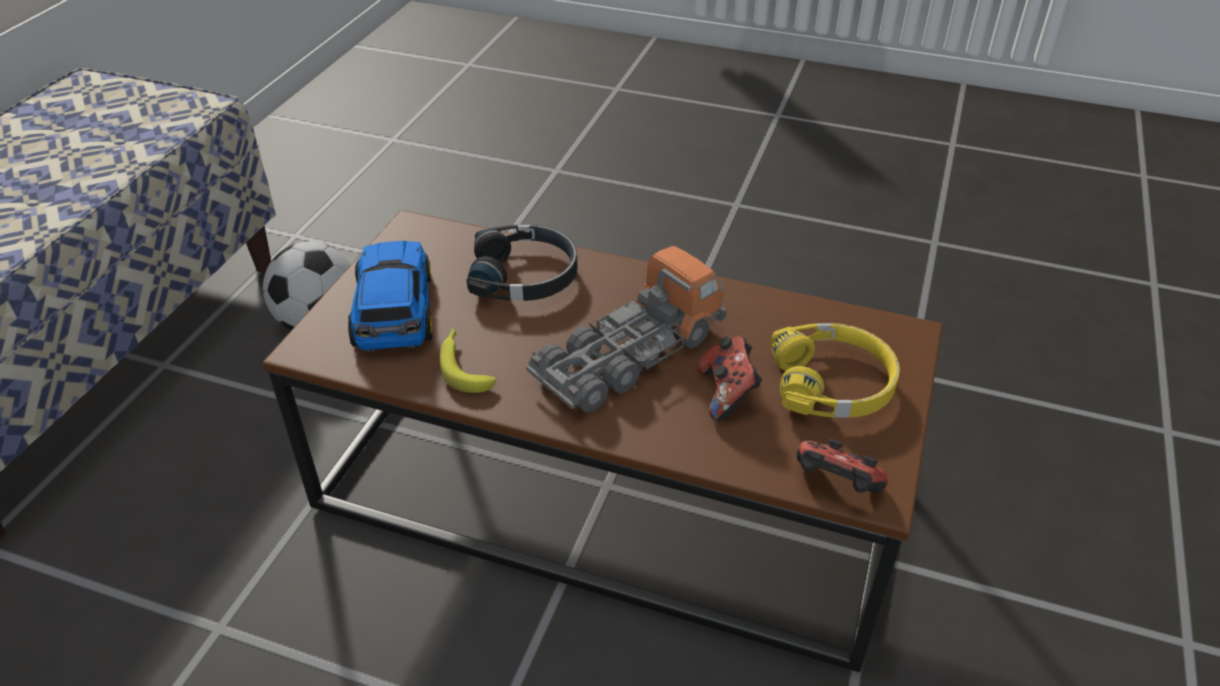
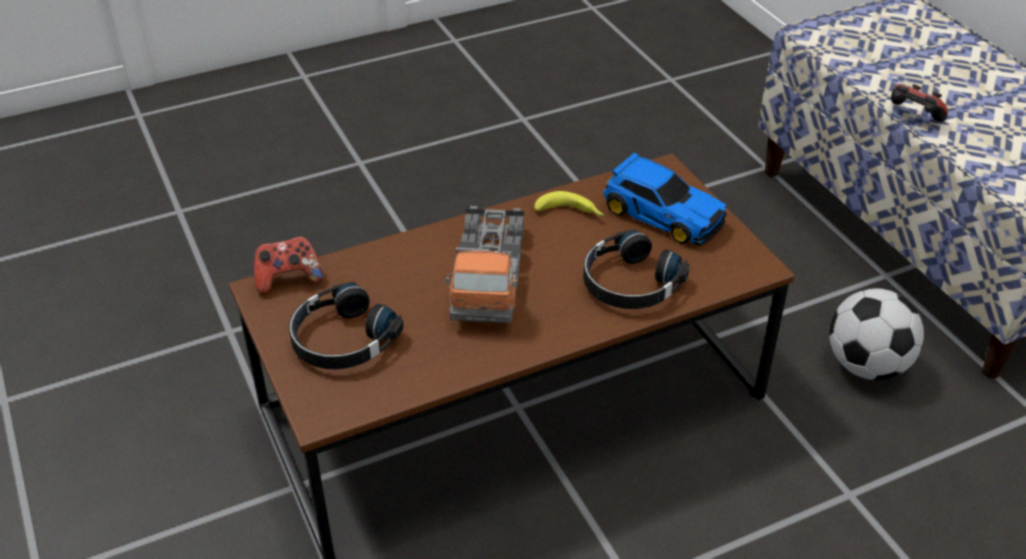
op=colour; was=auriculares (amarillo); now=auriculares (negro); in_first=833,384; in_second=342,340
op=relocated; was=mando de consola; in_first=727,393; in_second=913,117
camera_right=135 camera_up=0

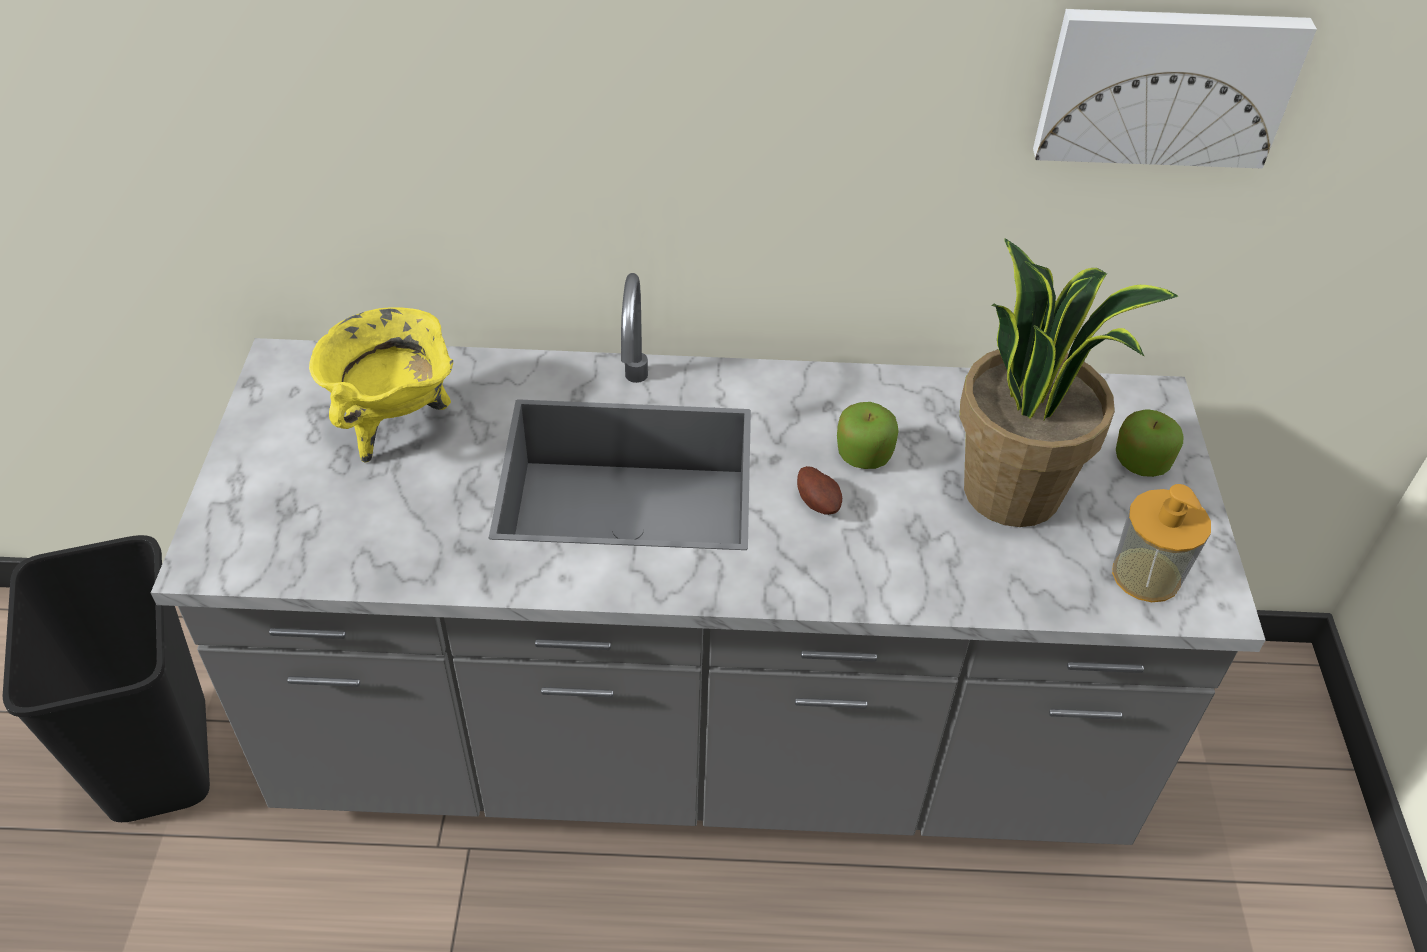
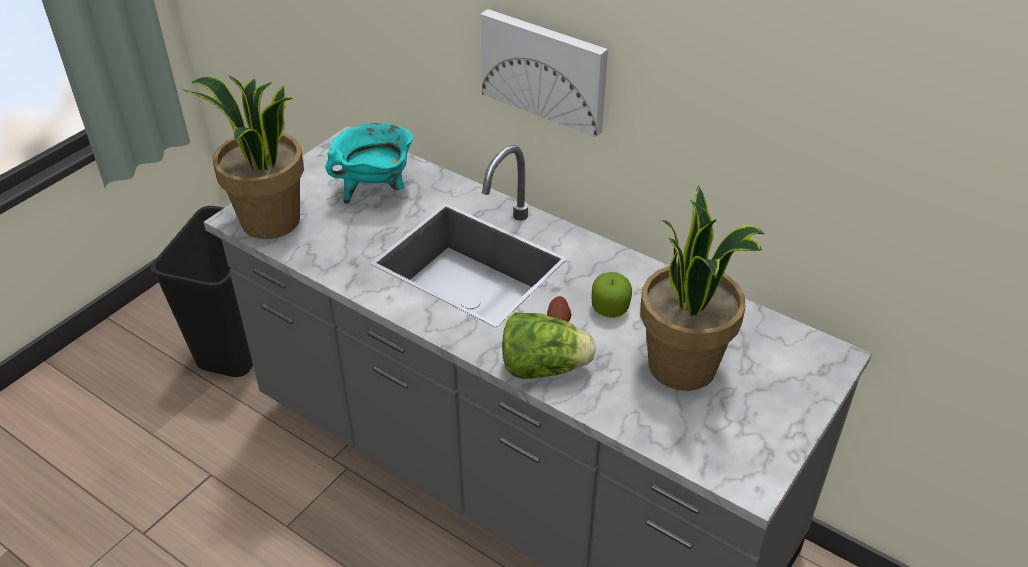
op=appeared; now=planta en maceta; in_second=270,222
op=colour; was=olla (amarillo); now=olla (turquesa); in_first=395,422; in_second=376,190
op=relocated; was=cuadro; in_first=1165,85; in_second=545,70
op=appeared; now=lechuga; in_second=543,367
op=missing; was=dispensador de jabón; in_first=1146,575
op=missing; was=manzana; in_first=1141,461
camera_right=35 camera_up=-5

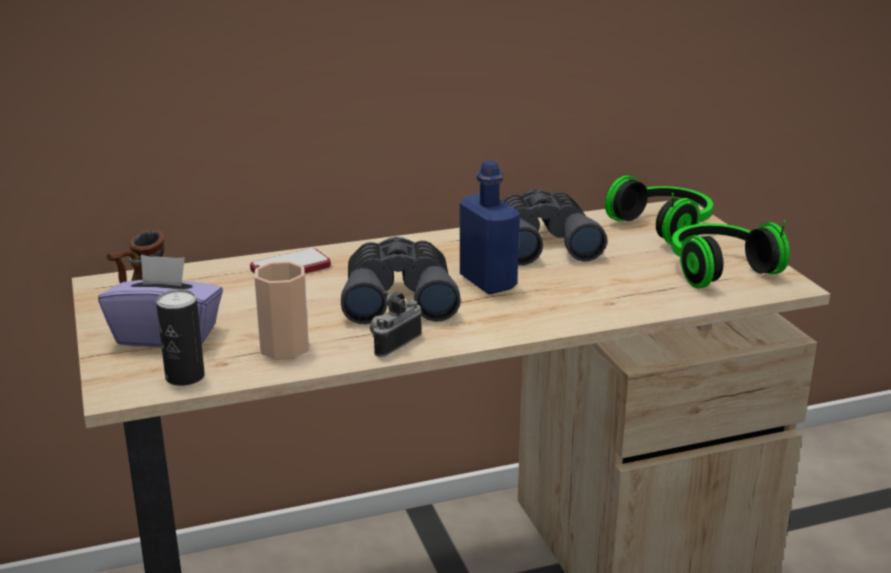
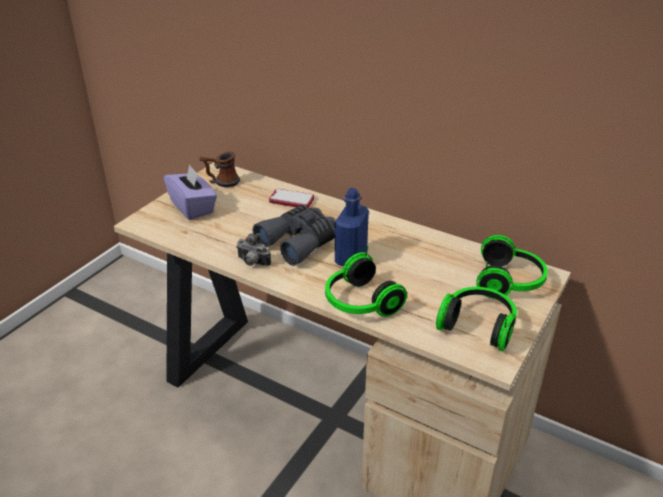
op=spun; was=cámara; in_first=392,343; in_second=252,263; clockwise=-150
op=appeared; now=auriculares; in_second=359,303
op=missing; was=lata; in_first=185,377
op=missing; was=taza; in_first=284,348
op=missing; was=prismáticos (gris); in_first=542,243
camera_right=50 camera_up=10

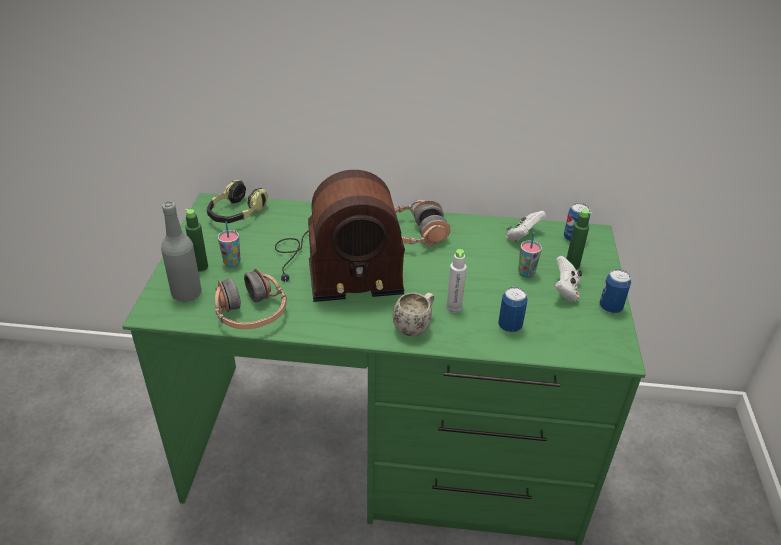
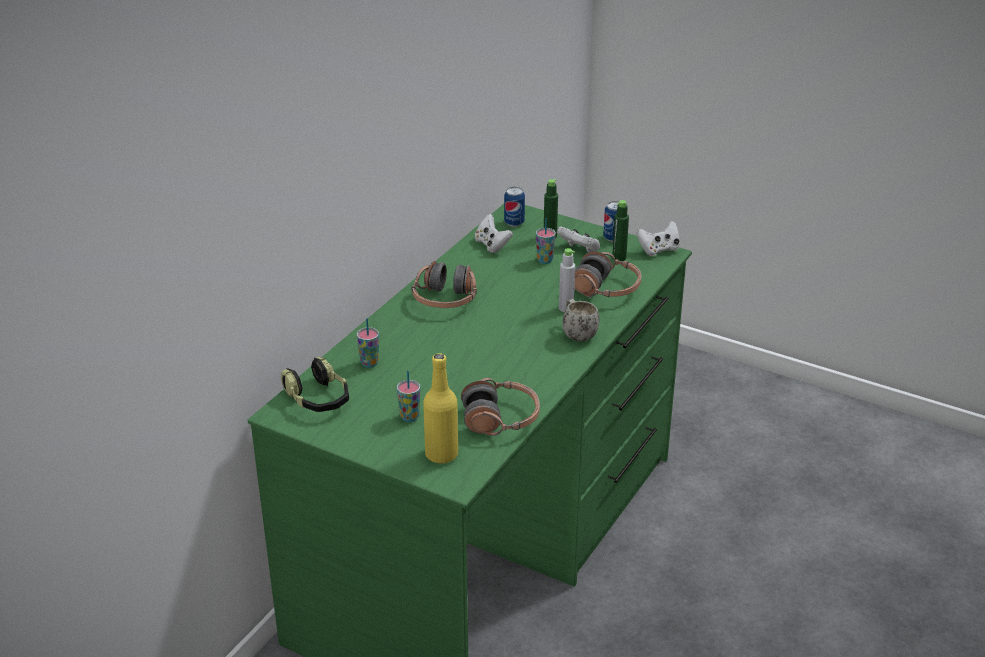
op=appeared; now=taza; in_second=369,363
op=colour; was=botella (gris); now=botella (amarillo); in_first=186,293; in_second=441,454
op=exchanged; was=lata; now=auriculares; in_first=509,326; in_second=606,289
op=relocated; was=botella (verde); in_first=200,267; in_second=619,258
op=appeared; now=mando de consola (blanco); in_second=658,250
op=missing; was=radio; in_first=337,267
camera_right=-65 camera_up=-5

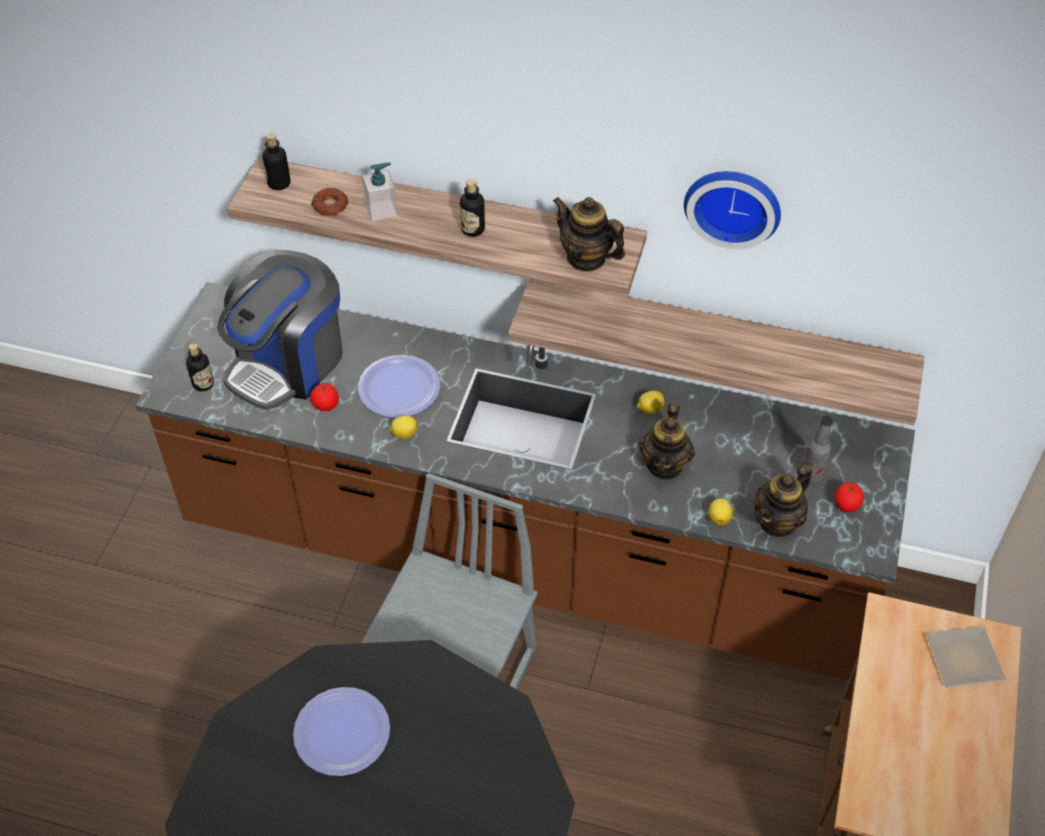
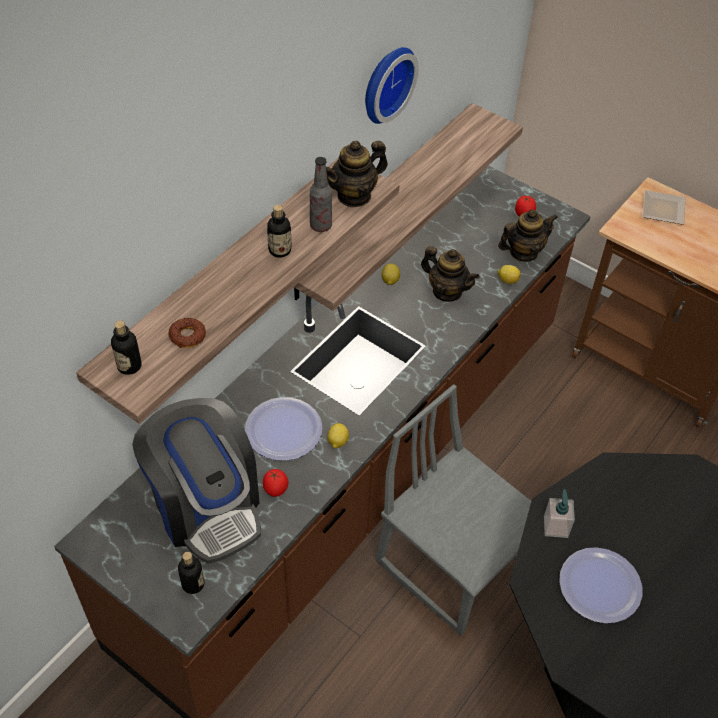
op=relocated; was=botella; in_first=811,476; in_second=321,226
op=spun; was=tetera; in_first=778,522; in_second=523,252; clockwise=-90
op=relocated; was=dispensador de jabón; in_first=381,210; in_second=555,526
camera_right=-70 camera_up=0

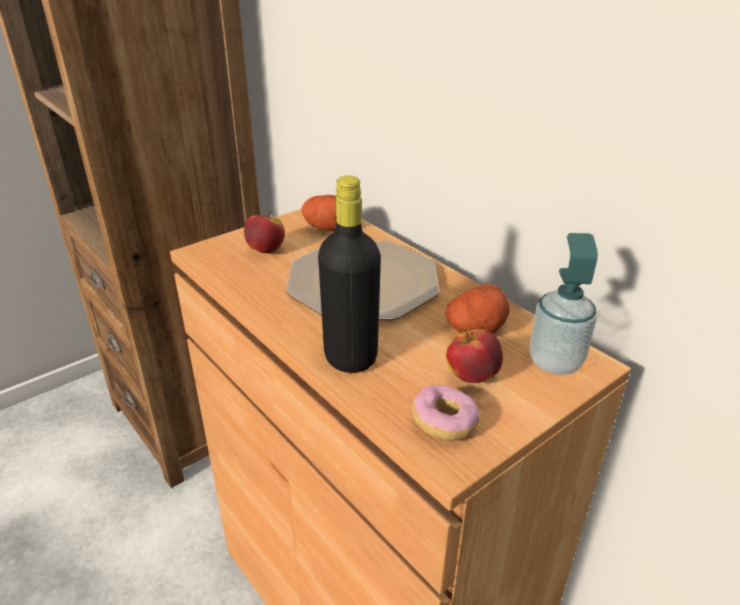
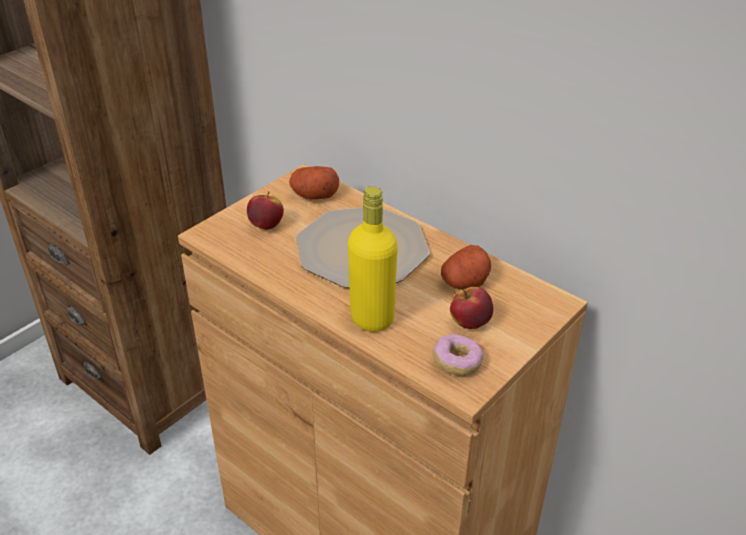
op=colour; was=botella (negro); now=botella (amarillo); in_first=350,357; in_second=372,318
op=missing; was=dispensador de jabón; in_first=555,362
camera_right=-10 camera_up=5

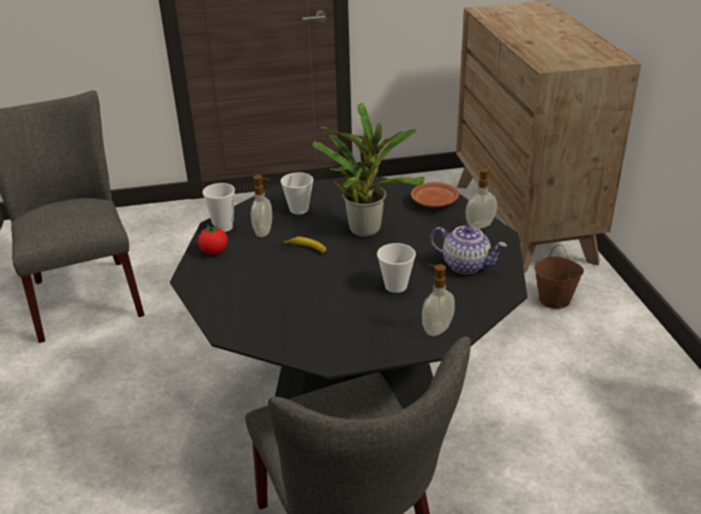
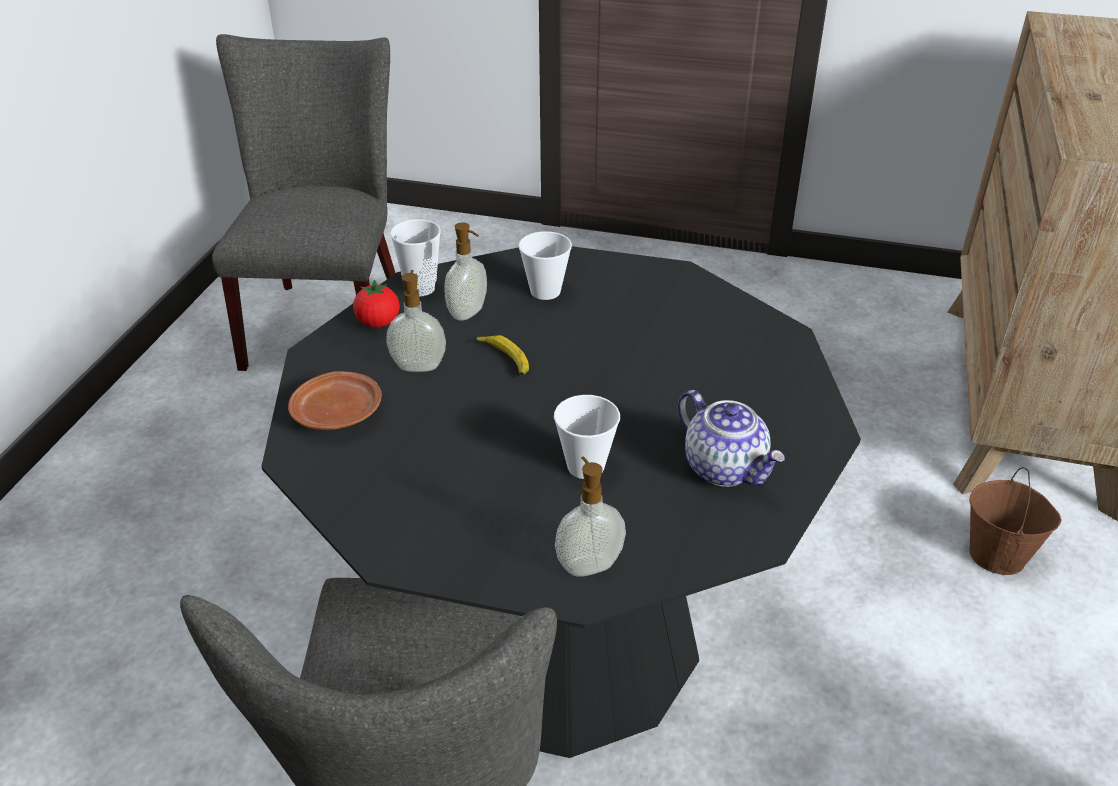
op=relocated; was=plato (marrón); in_first=434,202; in_second=338,413
op=relocated; was=dispensador de jabón; in_first=479,225; in_second=419,365
op=missing; was=planta en maceta; in_first=365,228
camera_right=25 camera_up=5

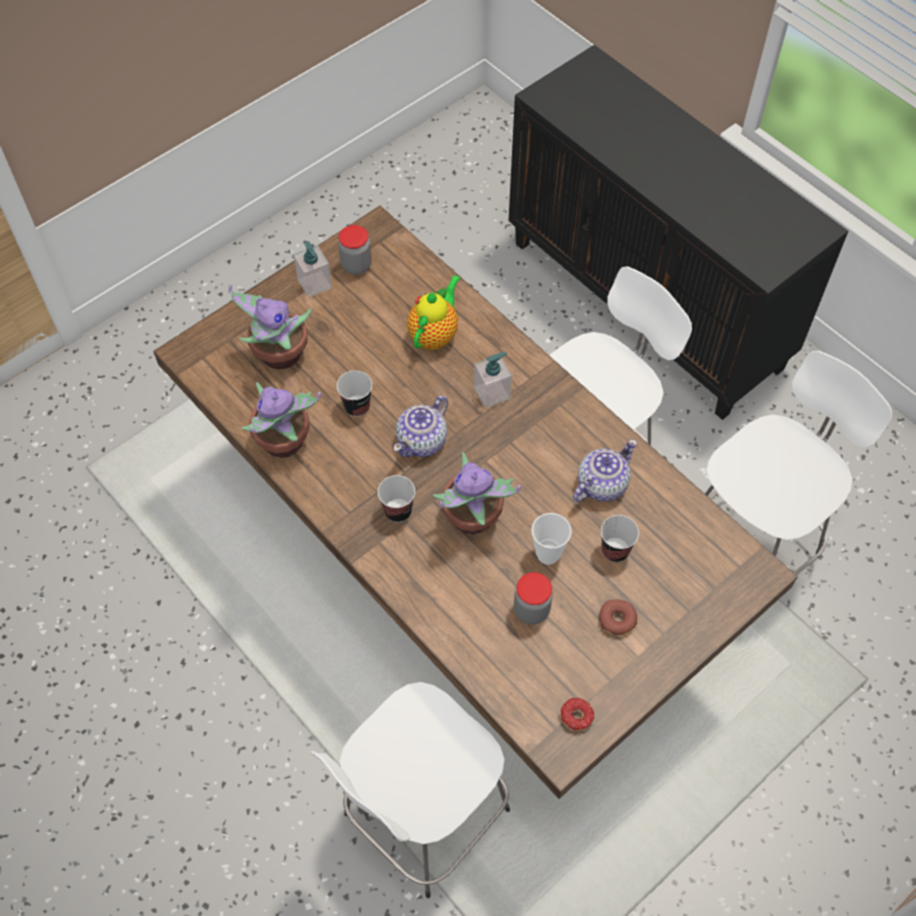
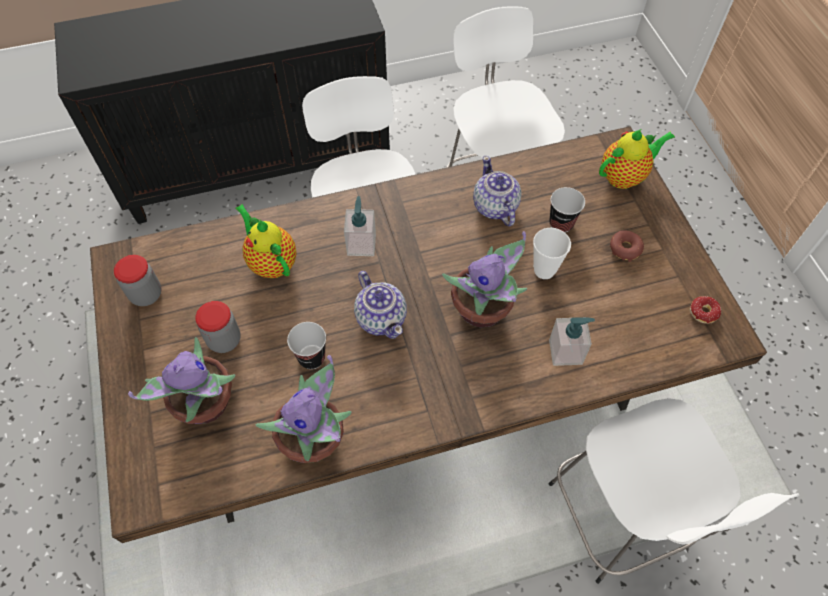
op=relocated; was=tarro; in_first=531,610; in_second=224,340
op=relocated; was=dispensador de jabón; in_first=314,284; in_second=565,352
op=appeared; now=tetera; in_second=624,176
op=missing; was=taza; in_first=398,511
camera_right=-65 camera_up=0

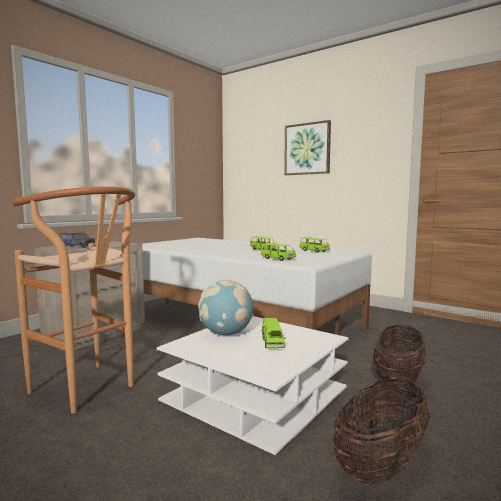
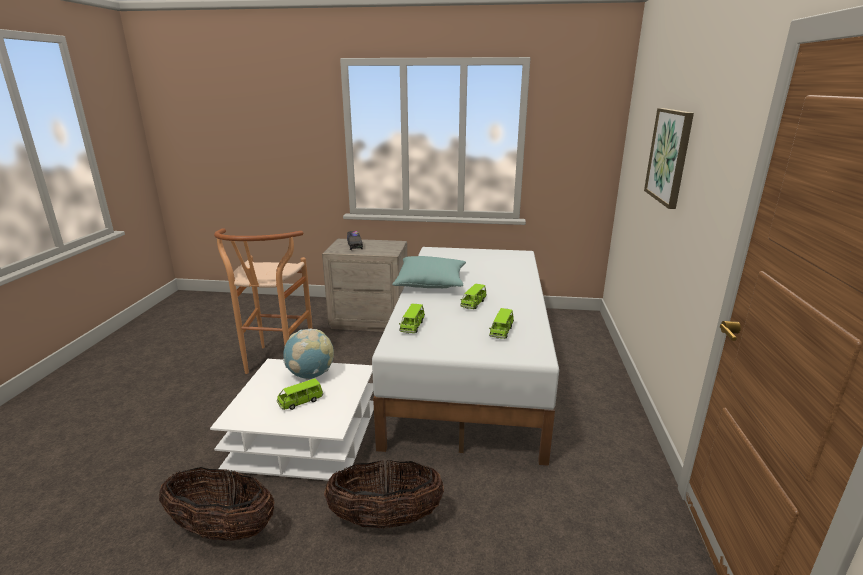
op=appeared; now=cojín (turquesa); in_second=431,283
camera_right=60 camera_up=15

